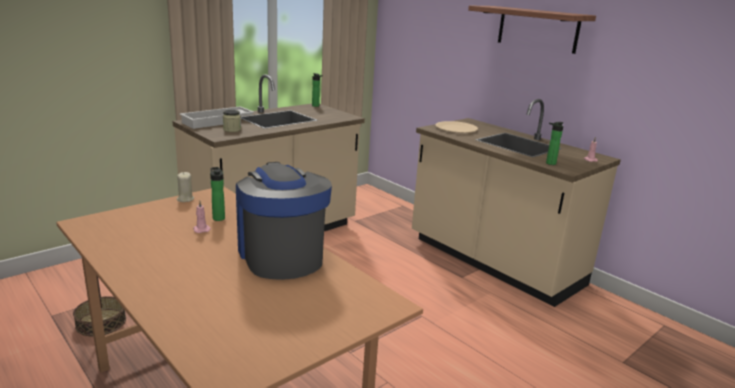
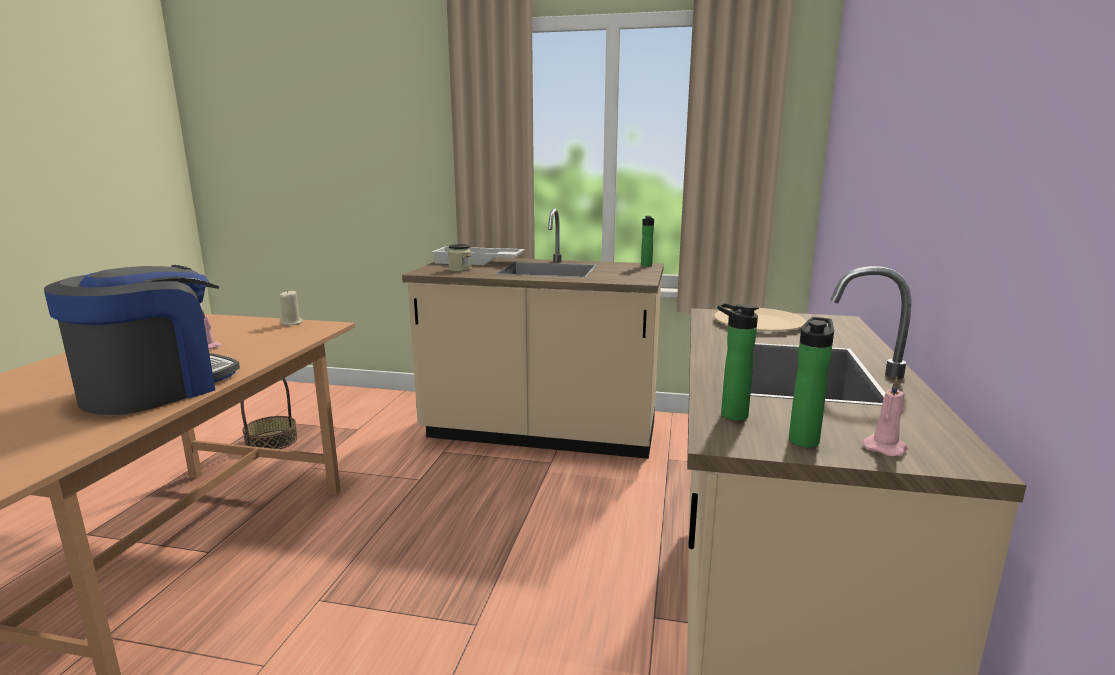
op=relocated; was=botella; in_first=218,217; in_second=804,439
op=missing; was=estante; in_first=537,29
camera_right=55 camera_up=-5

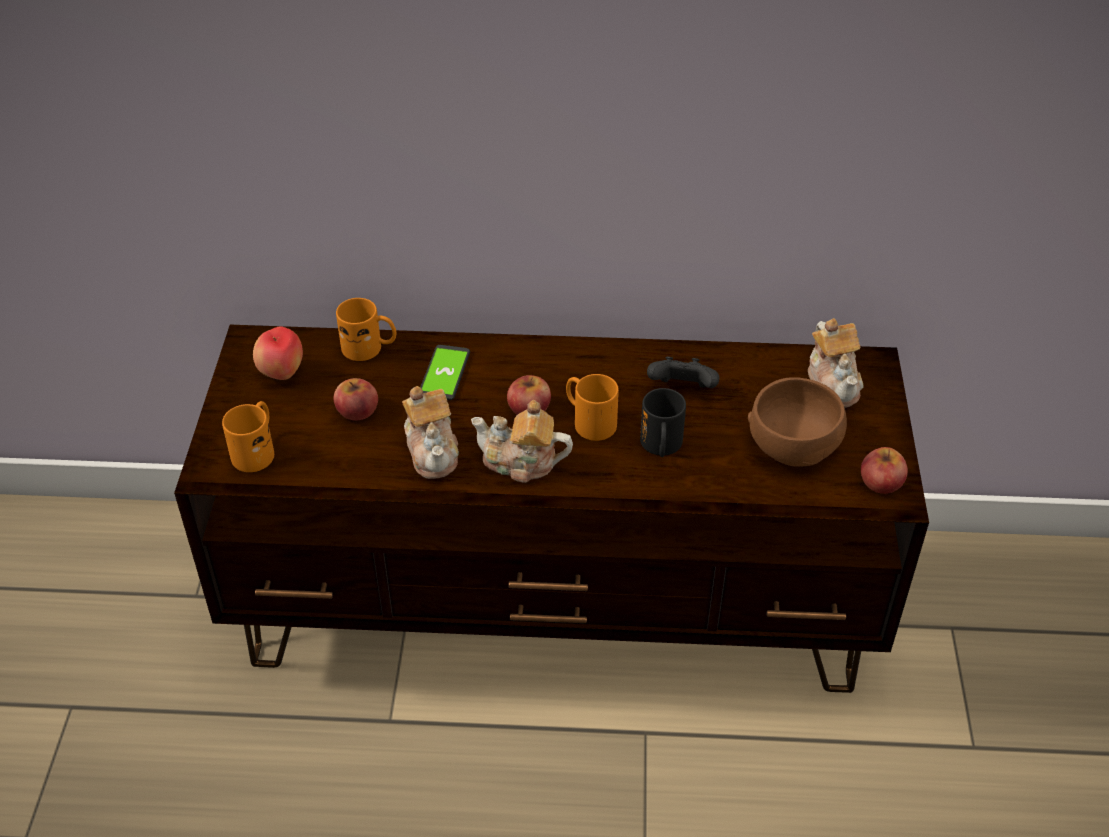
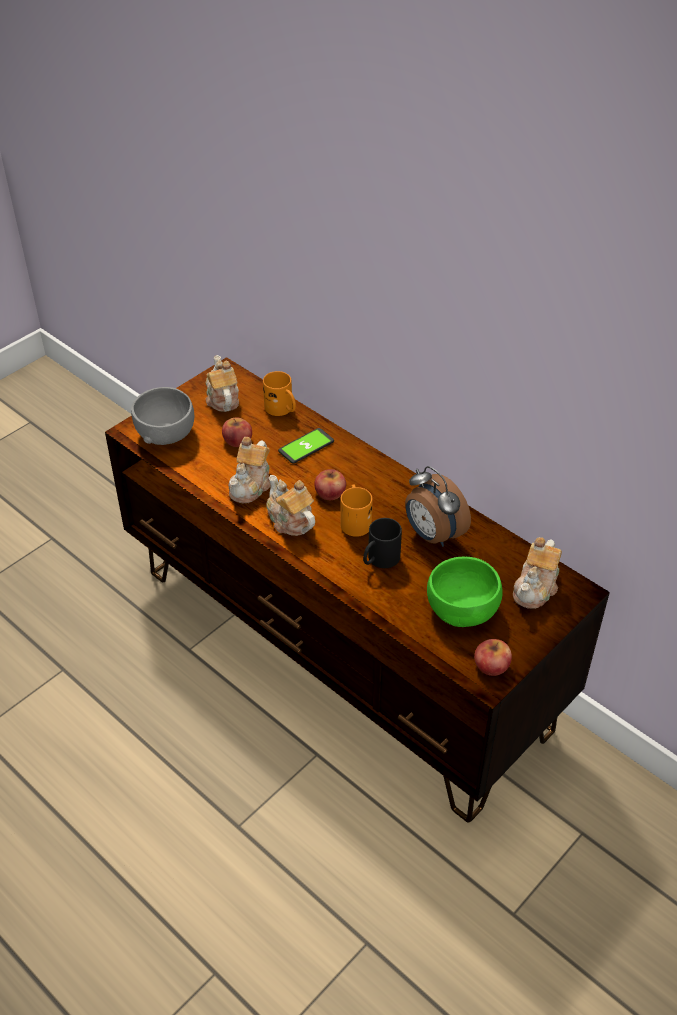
op=exchanged; was=taza grande (naranja); now=cuenco (gris); in_first=256,450; in_second=165,432
op=exchanged; was=manzana; now=tetera; in_first=282,373; in_second=222,398
op=exchanged; was=mando de consola (negro); now=despertador; in_first=682,390; in_second=432,535
op=colour; was=cuenco (marrón); now=cuenco (verde); in_first=794,444; in_second=462,608
camera_right=40 camera_up=0

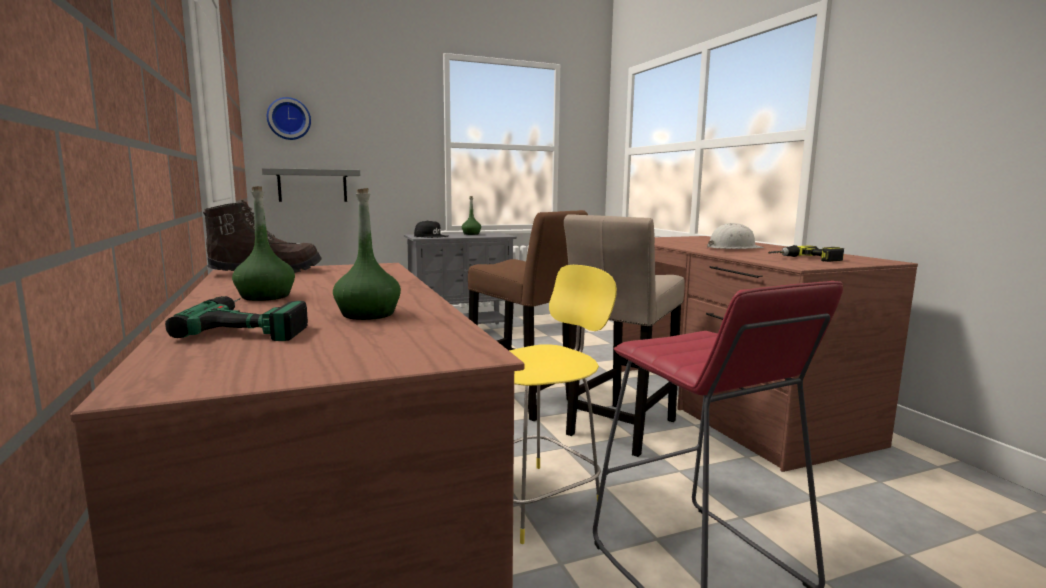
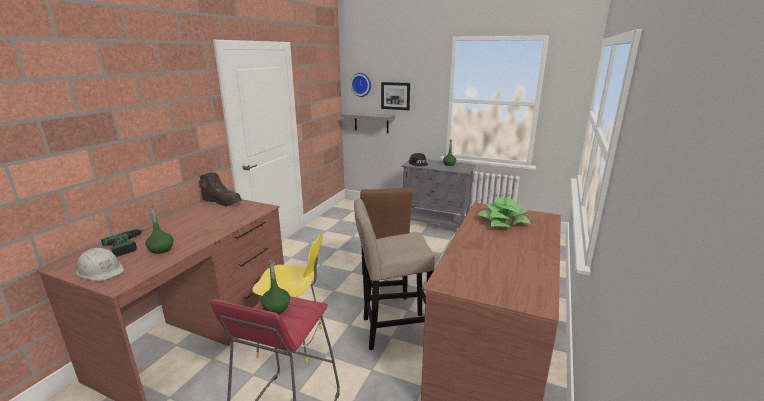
op=relocated; was=casco (blanco); in_first=733,248; in_second=101,270
op=relocated; was=botella (verde); in_first=265,297; in_second=276,308
op=appeared; now=cuadro; in_second=395,96
op=appeared; now=planta en maceta; in_second=502,222
op=missing; was=taladro; in_first=805,259
camera_right=45 camera_up=10

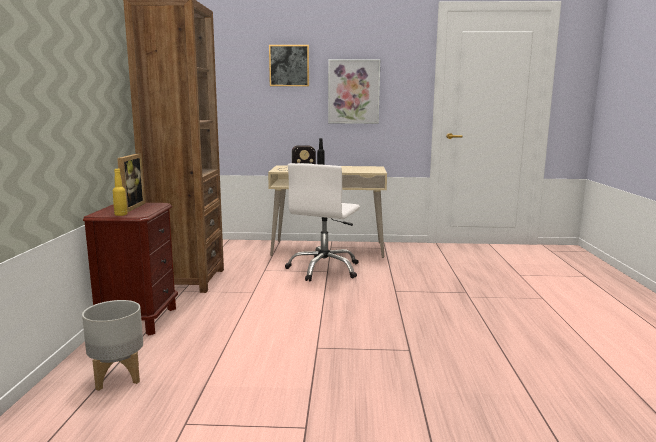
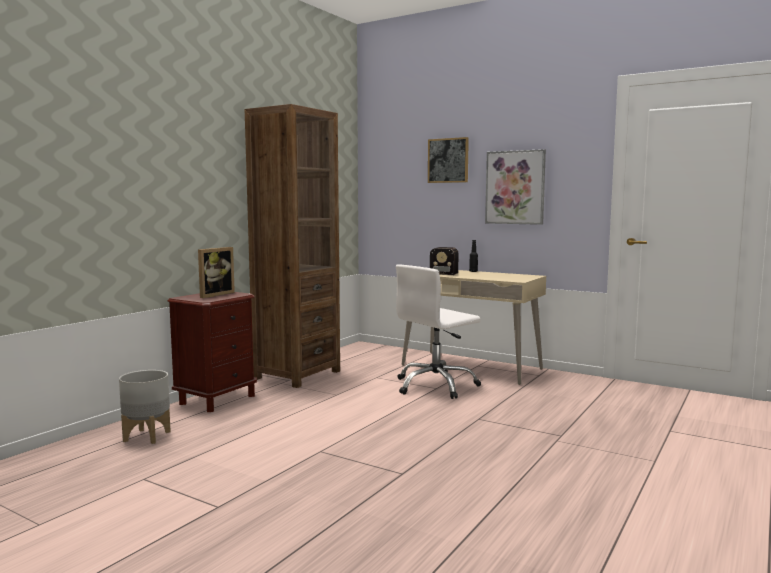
op=missing; was=botella (amarillo); in_first=121,215
camera_right=30 camera_up=-5

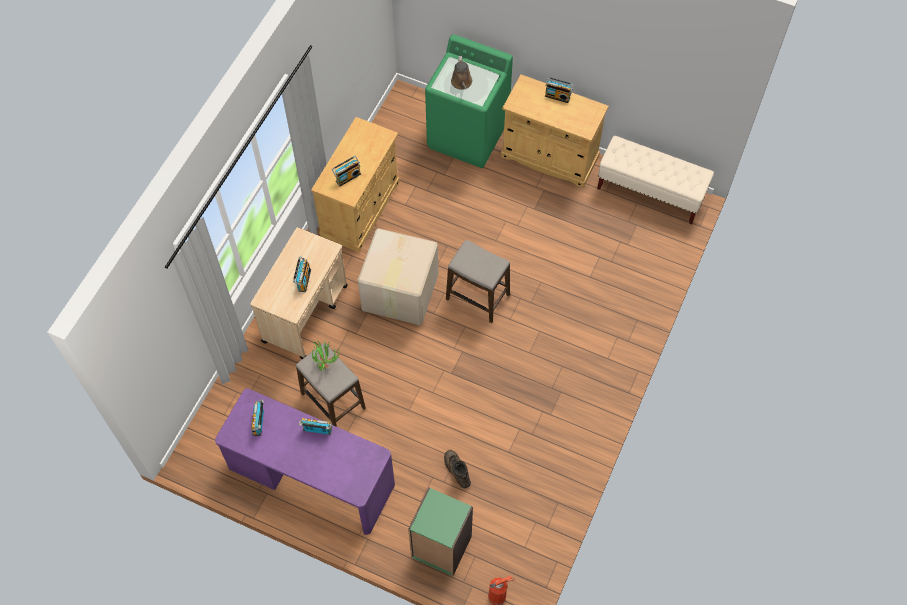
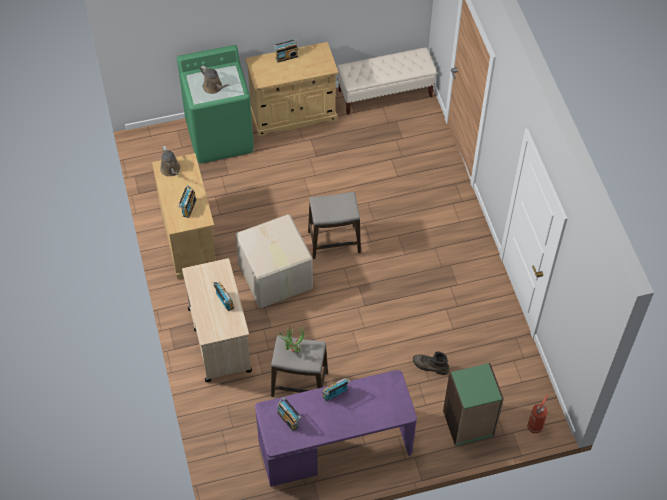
op=appeared; now=regadera (marrón); in_second=171,170
camera_right=-40 camera_up=-5

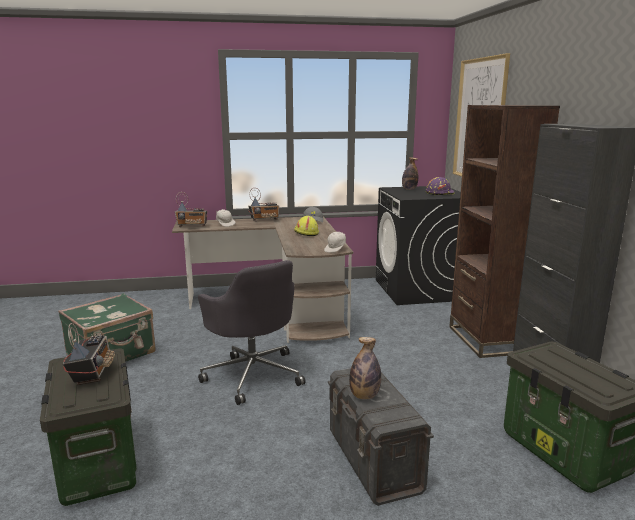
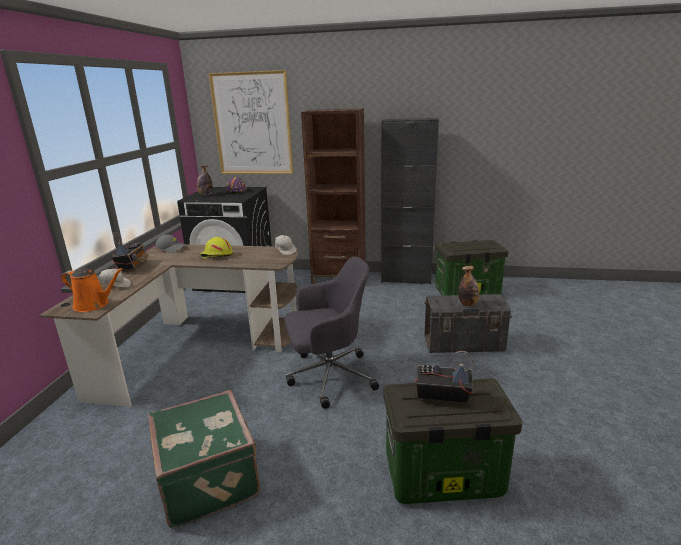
op=exchanged; was=radio; now=regadera (naranja); in_first=192,226; in_second=94,305
camera_right=-70 camera_up=5

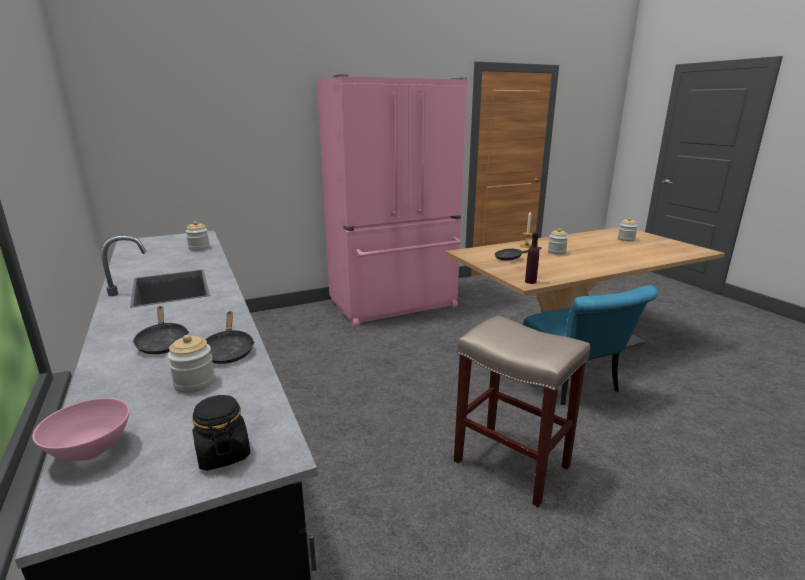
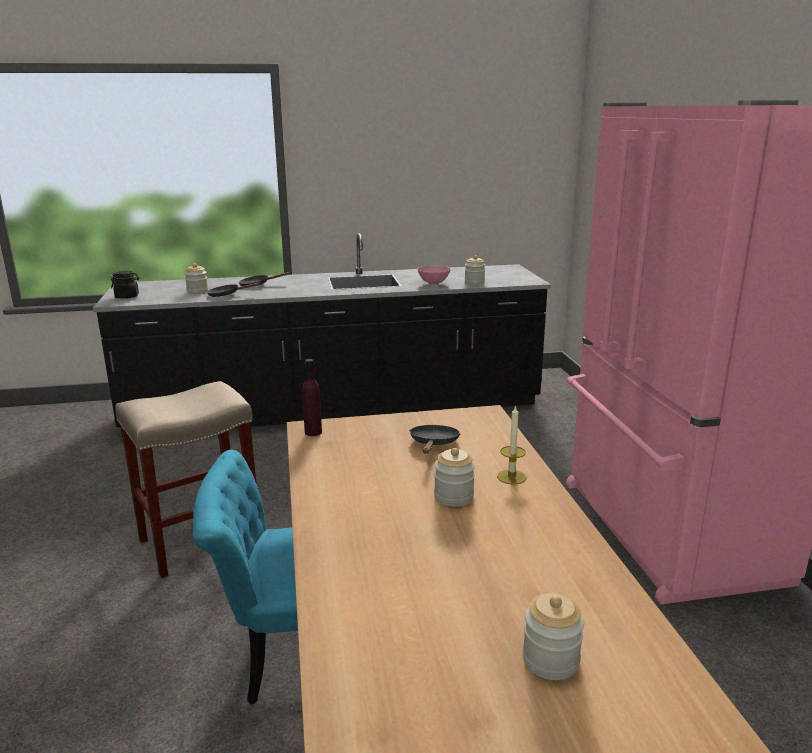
op=relocated; was=cuenco (rosa); in_first=92,452; in_second=433,284
camera_right=105 camera_up=0

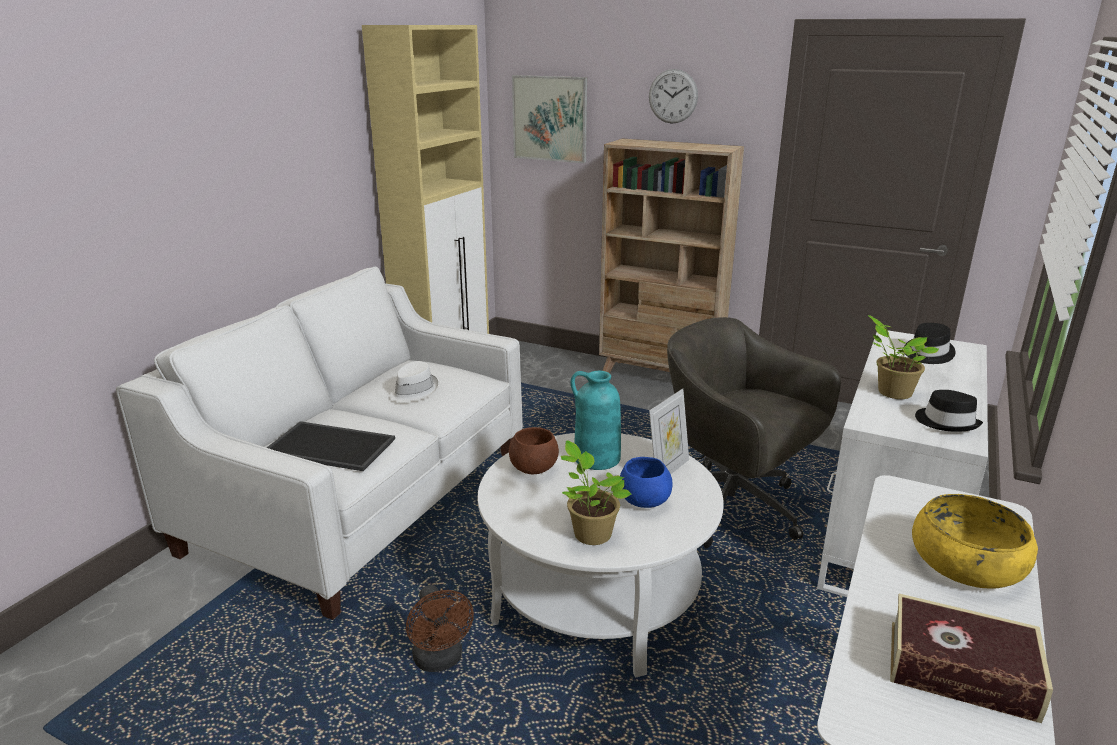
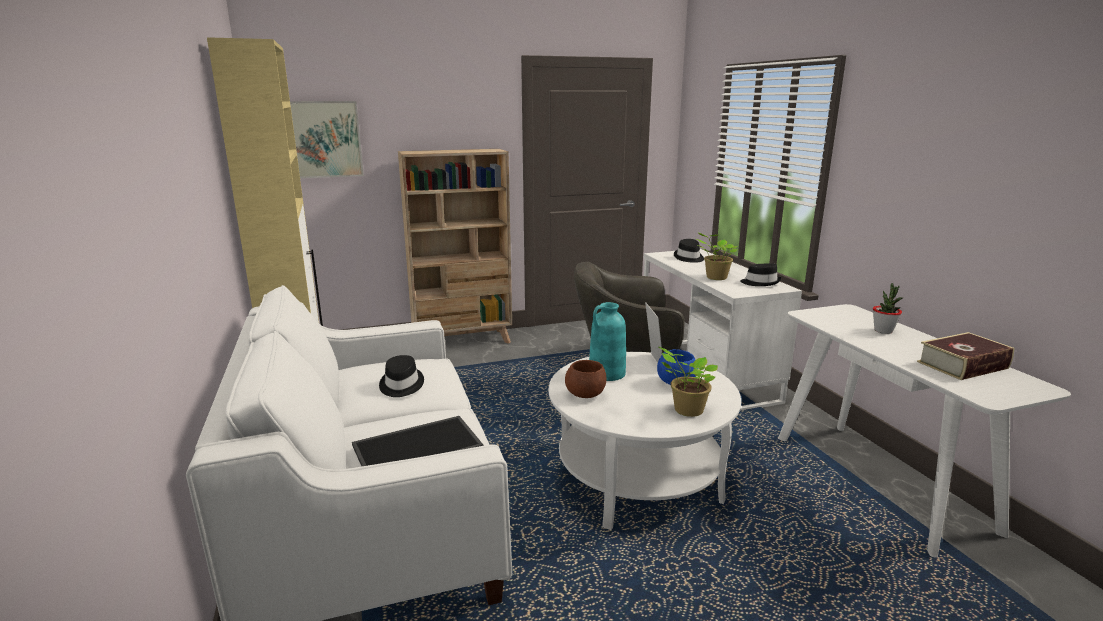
op=colour; was=sombrero (blanco); now=sombrero (negro); in_first=413,391; in_second=401,385
op=exchanged; was=cuenco (amarillo); now=planta en maceta; in_first=966,564; in_second=883,331
op=missing; was=ventilador (marrón); in_first=440,661
op=missing; was=reloj de pared; in_first=673,96
camera_right=-45 camera_up=-5

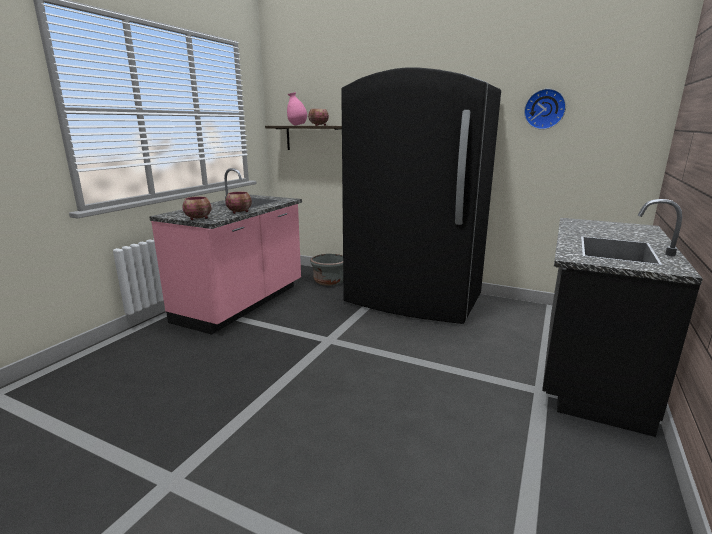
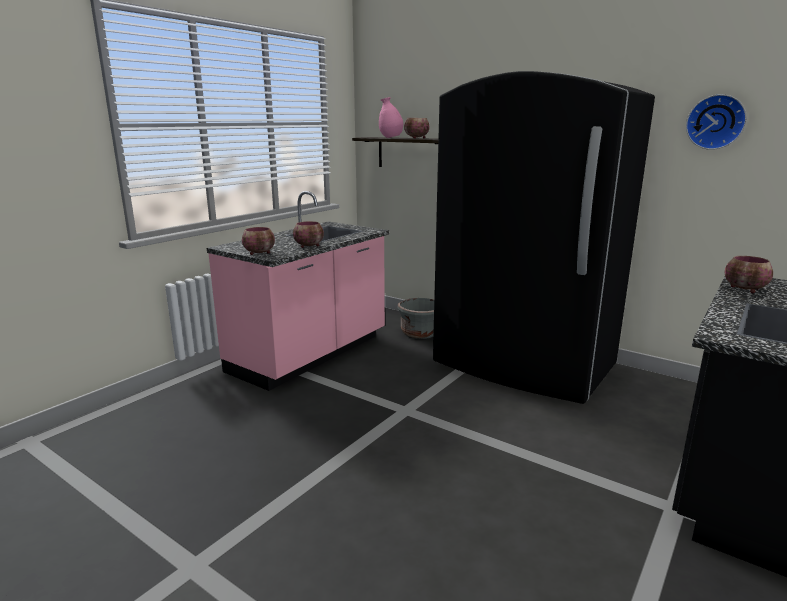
op=appeared; now=cuenco; in_second=745,290
camera_right=10 camera_up=0

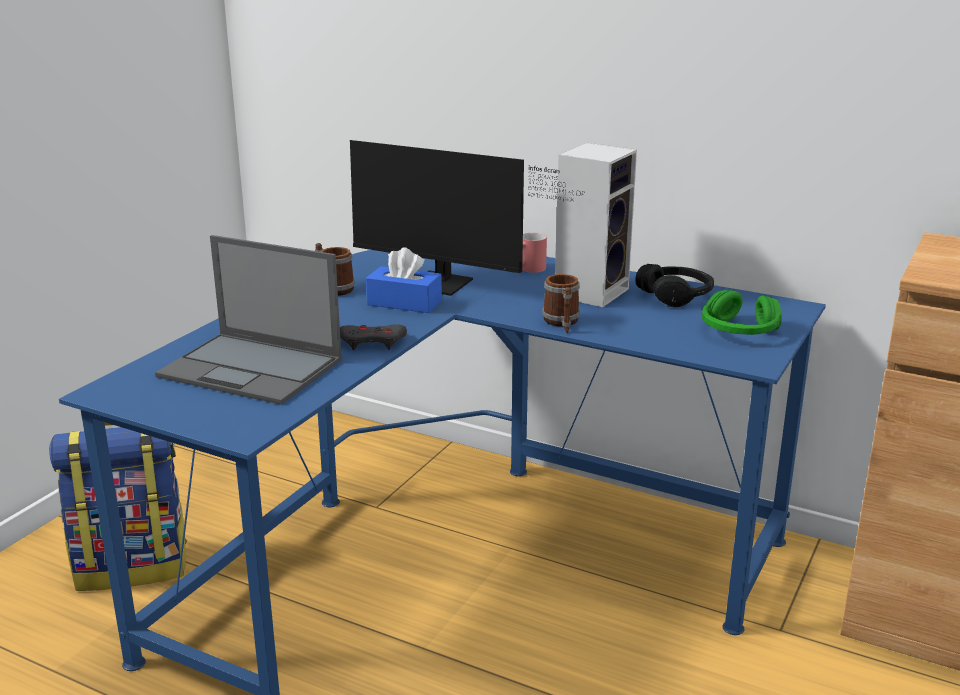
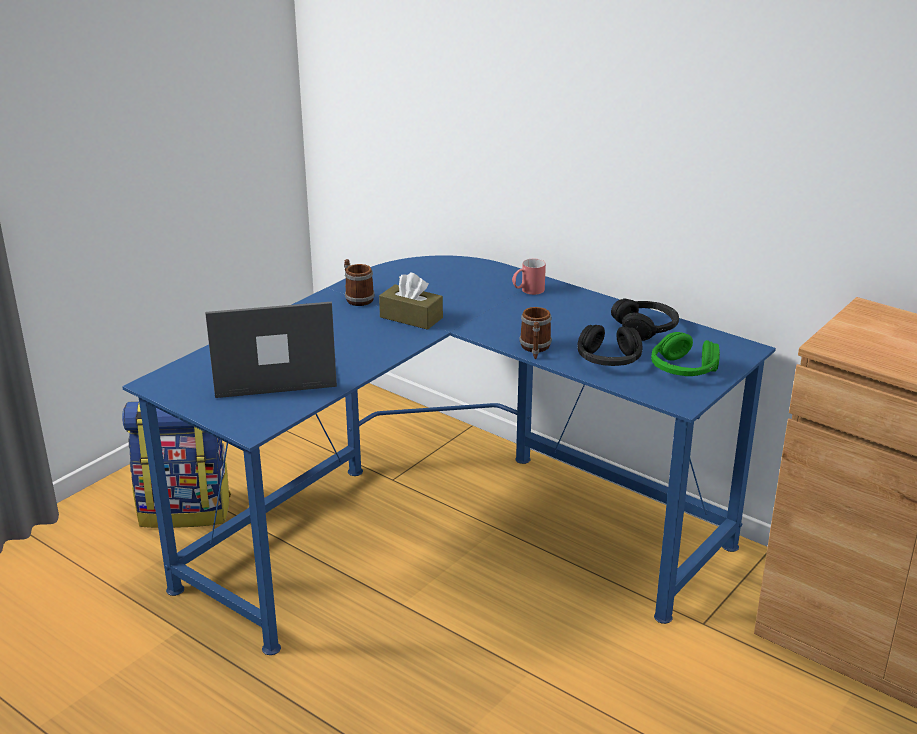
op=spun; was=portátil; in_first=253,368; in_second=272,371; clockwise=135
op=colour; was=caja de pañuelos (azul); now=caja de pañuelos (marrón); in_first=404,303; in_second=411,317
op=appeared; now=auriculares (negro); in_second=608,360
op=missing; was=mando de consola (gris); in_first=372,342
op=missing; was=monitor; in_first=447,286
op=missing; was=altavoz; in_first=591,291
camera_right=10 camera_up=5

